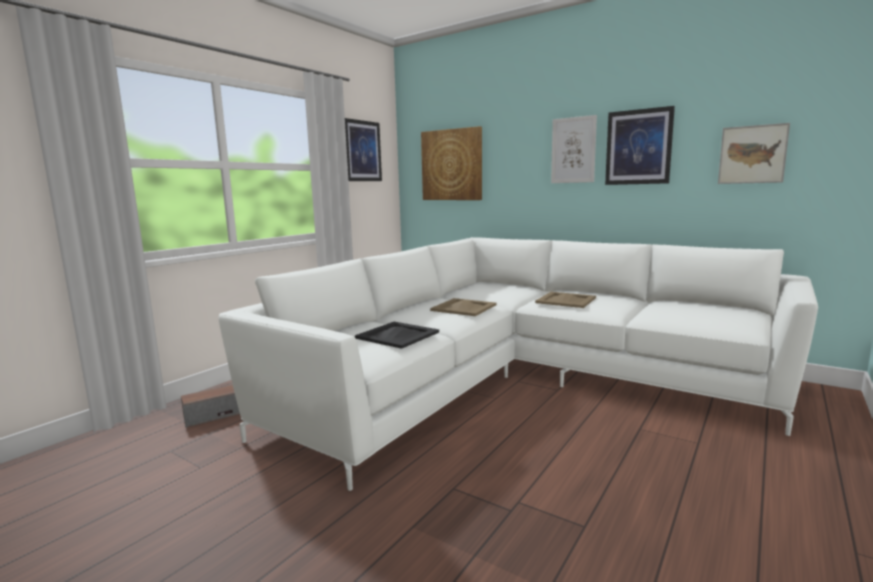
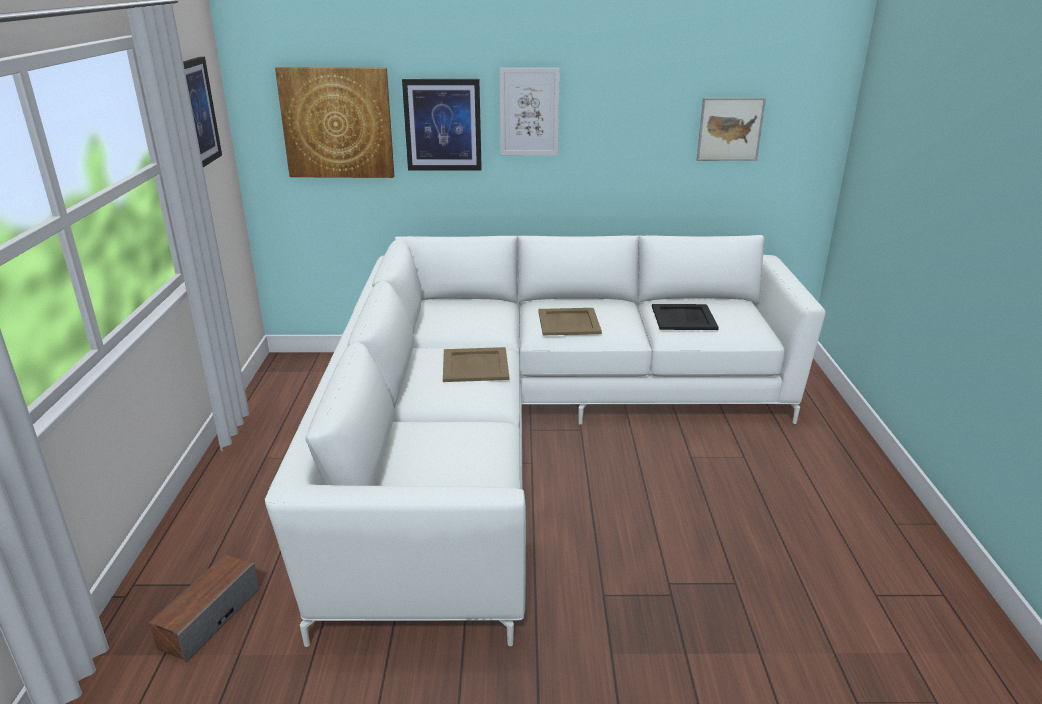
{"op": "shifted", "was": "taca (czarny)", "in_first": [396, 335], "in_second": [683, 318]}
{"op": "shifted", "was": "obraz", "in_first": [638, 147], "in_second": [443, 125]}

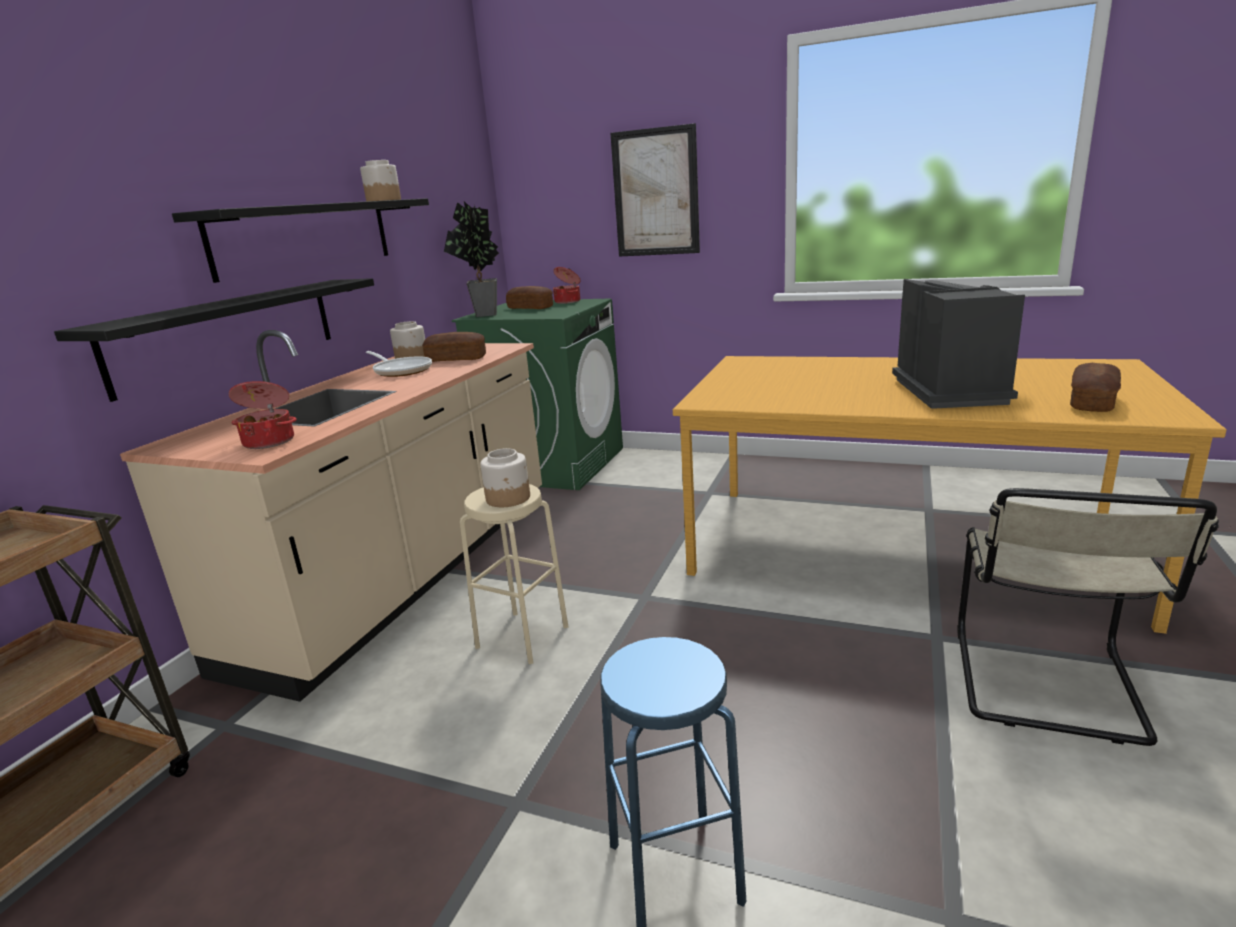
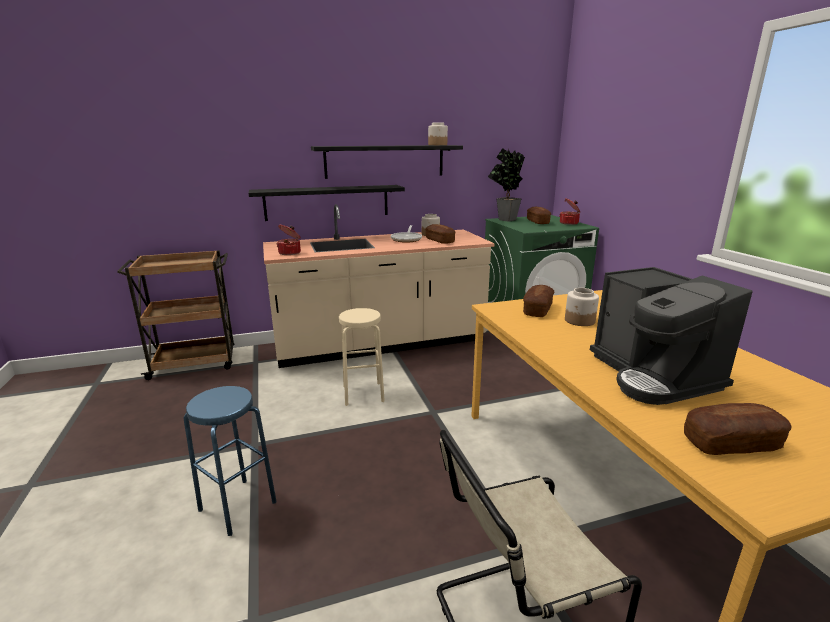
{"op": "gone", "was": "obraz", "in_first": [655, 193]}
{"op": "new", "now": "chleb", "in_second": [537, 309]}
{"op": "shifted", "was": "słoik", "in_first": [508, 498], "in_second": [579, 321]}
{"op": "rotated", "was": "ekspres do kawy", "in_first": [953, 391], "in_second": [653, 375], "clockwise": 105}

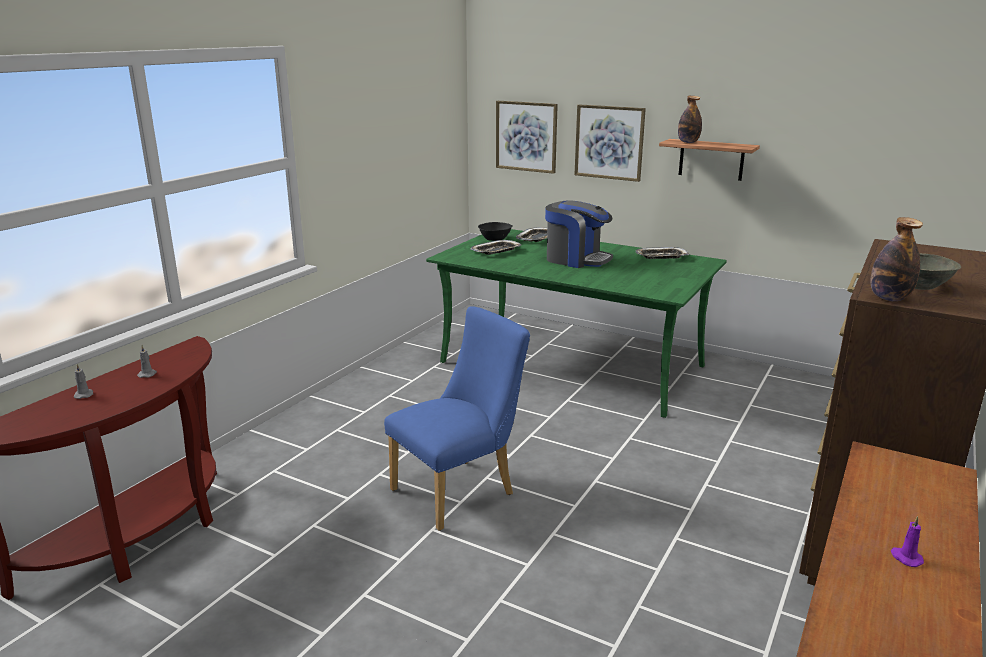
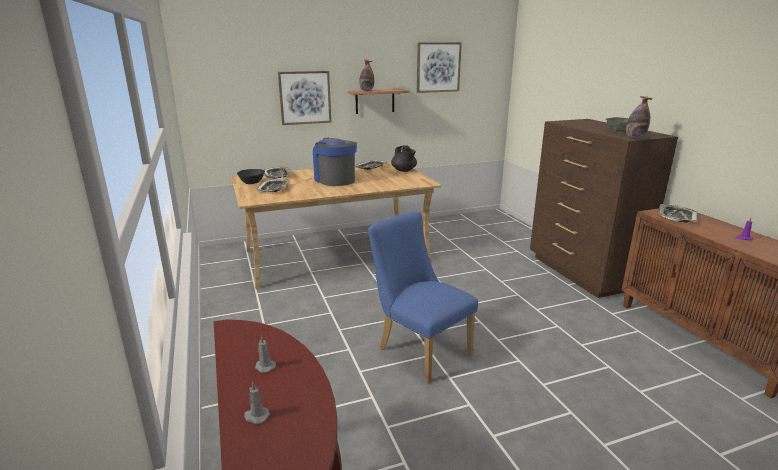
{"op": "new", "now": "imbryk (czarny)", "in_second": [404, 170]}
{"op": "new", "now": "taca", "in_second": [676, 217]}
{"op": "shifted", "was": "obraz", "in_first": [526, 136], "in_second": [438, 67]}
{"op": "repainted", "was": "stół jadalny (zielony)", "now": "stół jadalny (beżowy)", "in_first": [570, 364], "in_second": [336, 256]}
{"op": "rotated", "was": "krzesło (niebieski)", "in_first": [460, 490], "in_second": [419, 349], "clockwise": -45}
{"op": "rotated", "was": "ekspres do kawy", "in_first": [576, 259], "in_second": [334, 180], "clockwise": -105}

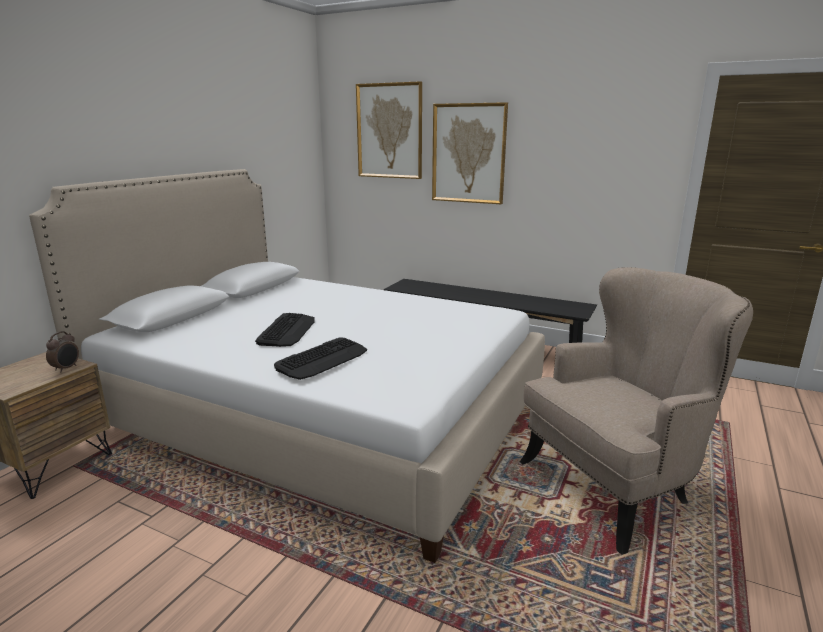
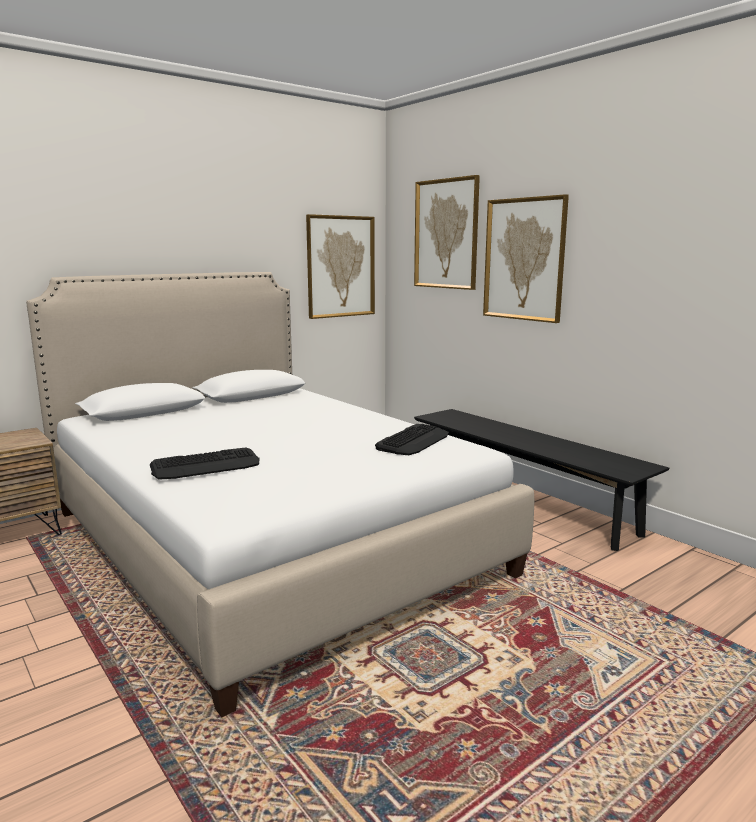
{"op": "gone", "was": "budzik", "in_first": [66, 368]}
{"op": "gone", "was": "fotel (beżowy)", "in_first": [615, 486]}
{"op": "new", "now": "obraz", "in_second": [340, 266]}
{"op": "shifted", "was": "klawiatura", "in_first": [287, 330], "in_second": [413, 441]}

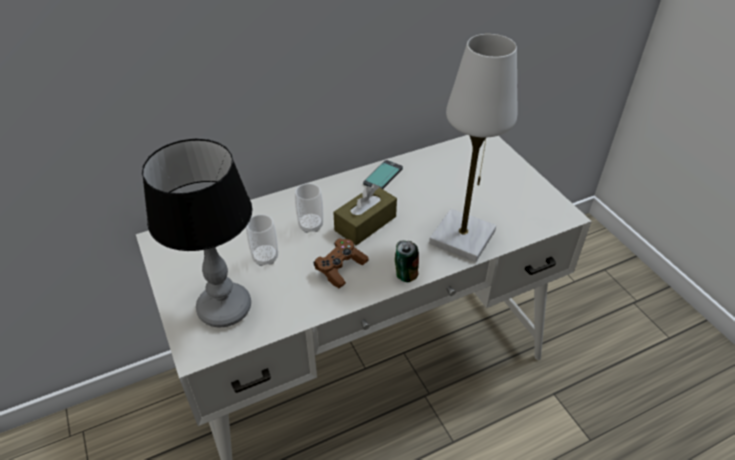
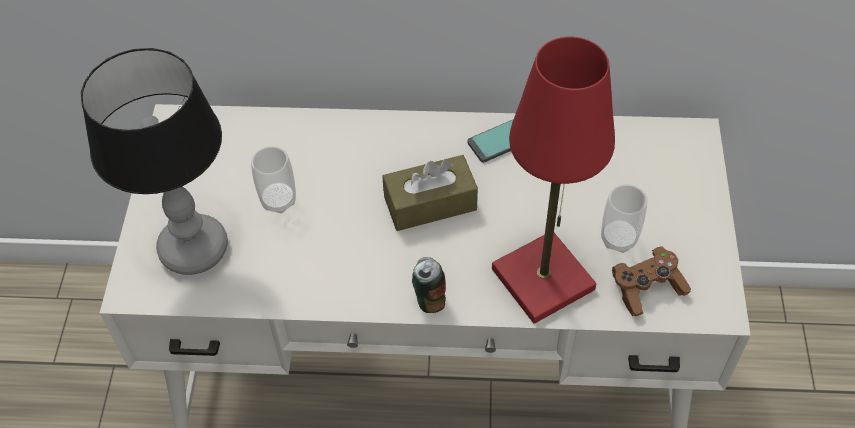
{"op": "shifted", "was": "filiżanka", "in_first": [311, 225], "in_second": [618, 239]}
{"op": "shifted", "was": "pad do gier (brązowy)", "in_first": [340, 269], "in_second": [647, 288]}
{"op": "repainted", "was": "lampa stołowa (biały)", "now": "lampa stołowa (czerwony)", "in_first": [462, 237], "in_second": [543, 279]}

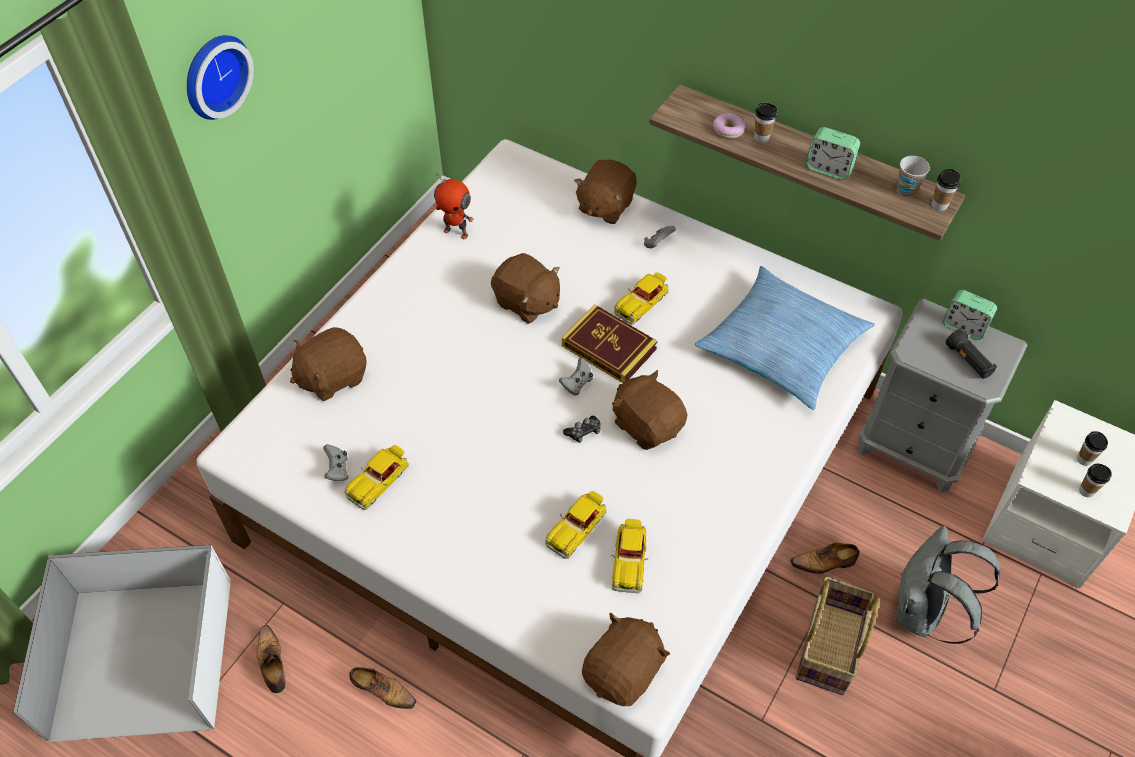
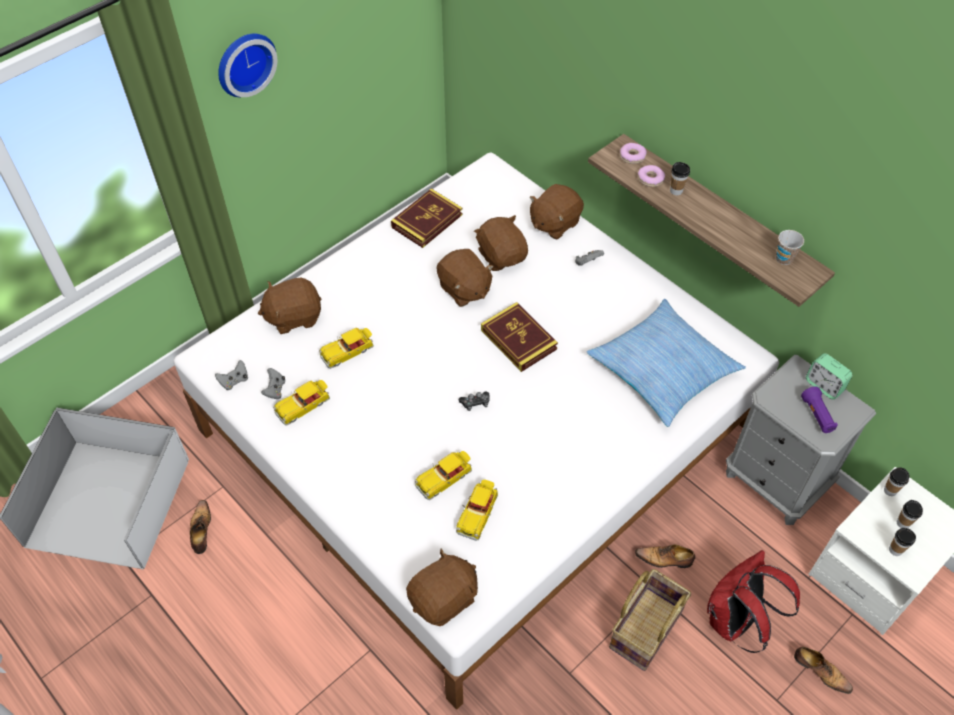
{"op": "gone", "was": "budzik", "in_first": [829, 168]}
{"op": "new", "now": "donut", "in_second": [632, 157]}
{"op": "shifted", "was": "but", "in_first": [383, 690], "in_second": [820, 671]}
{"op": "shifted", "was": "pad do gier (szary)", "in_first": [577, 384], "in_second": [234, 381]}
{"op": "shifted", "was": "pluszak (brązowy)", "in_first": [647, 424], "in_second": [502, 256]}
{"op": "shifted", "was": "samochodzik", "in_first": [642, 303], "in_second": [348, 351]}
{"op": "shifted", "was": "filiżanka", "in_first": [939, 205], "in_second": [890, 490]}
{"op": "swapped", "was": "robot zabawkowy", "now": "książka", "in_first": [456, 232], "in_second": [427, 221]}
{"op": "repainted", "was": "plecak (szary)", "now": "plecak (czerwony)", "in_first": [922, 613], "in_second": [735, 621]}
{"op": "repainted", "was": "latarka (czarny)", "now": "latarka (fioletowy)", "in_first": [968, 361], "in_second": [817, 416]}

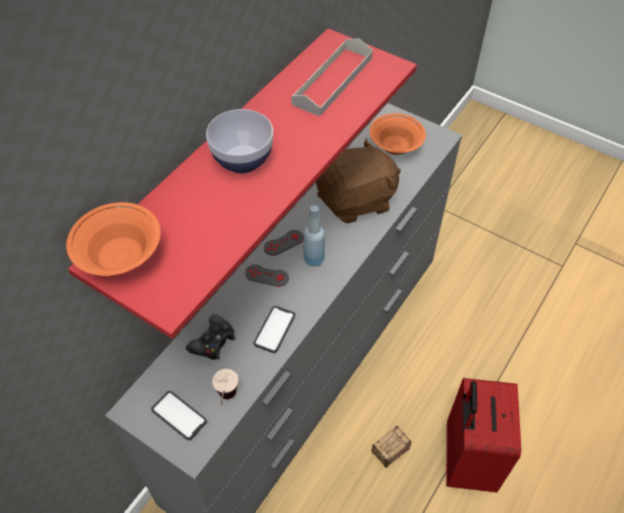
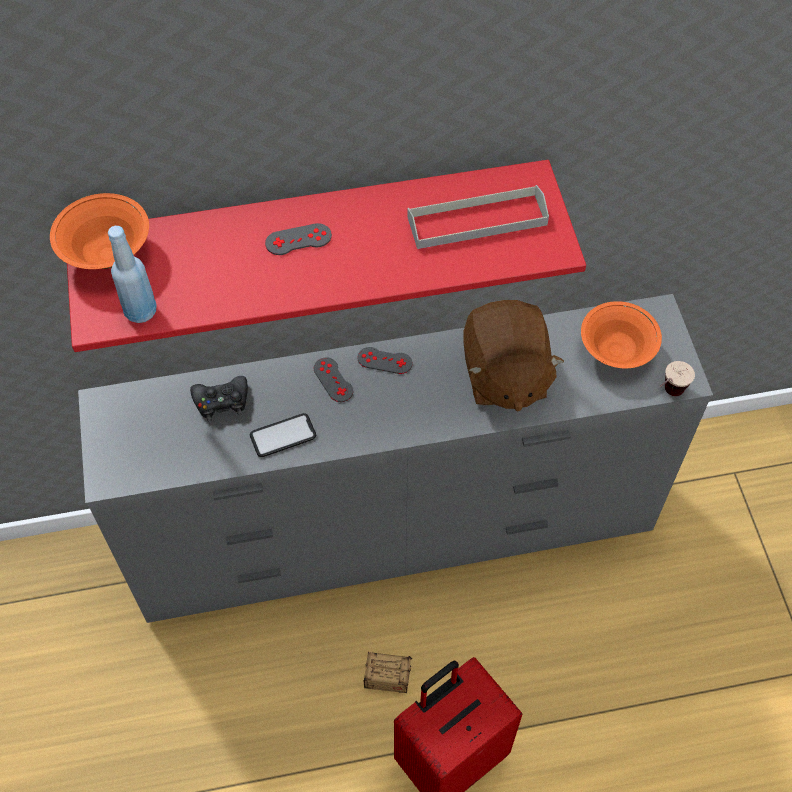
{"op": "gone", "was": "telefon", "in_first": [179, 415]}
{"op": "shifted", "was": "filiżanka", "in_first": [227, 401], "in_second": [667, 396]}
{"op": "shifted", "was": "butelka (niebieski)", "in_first": [314, 259], "in_second": [140, 311]}
{"op": "swapped", "was": "miska", "now": "pad do gier (szary)", "in_first": [242, 160], "in_second": [298, 240]}
{"op": "rotated", "was": "pluszak (brązowy)", "in_first": [356, 201], "in_second": [504, 375], "clockwise": 60}

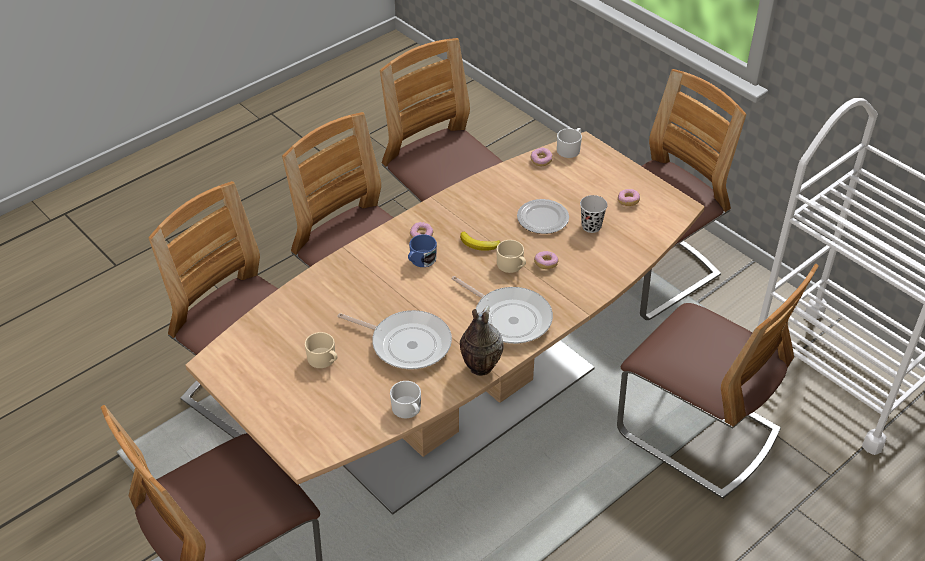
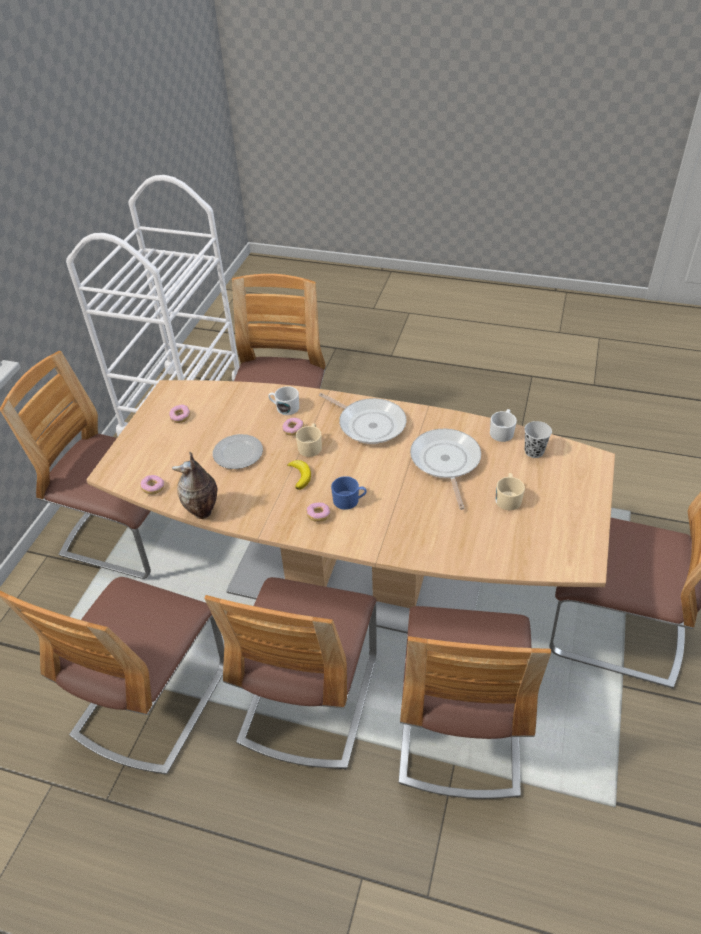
{"op": "shifted", "was": "wazon", "in_first": [479, 368], "in_second": [203, 512]}
{"op": "shifted", "was": "kubek (biały)", "in_first": [570, 149], "in_second": [284, 408]}
{"op": "shifted", "was": "filiżanka (czarny)", "in_first": [591, 226], "in_second": [534, 451]}
{"op": "rotated", "was": "patelnia", "in_first": [509, 318], "in_second": [369, 424], "clockwise": 120}

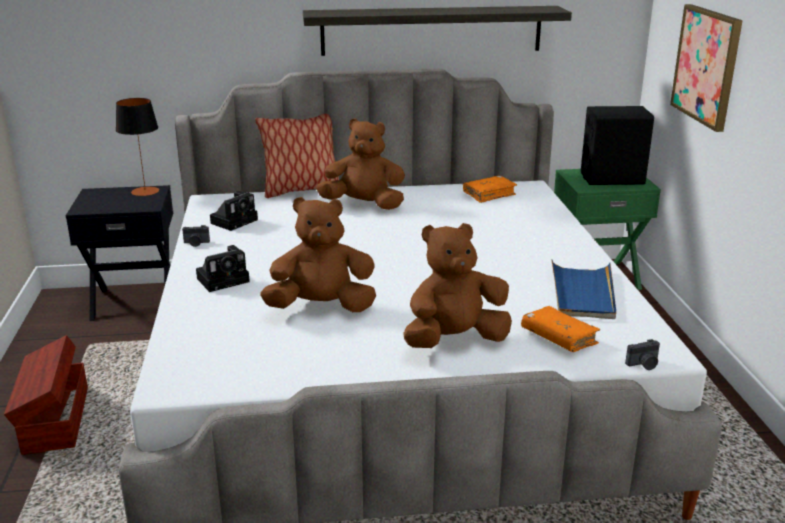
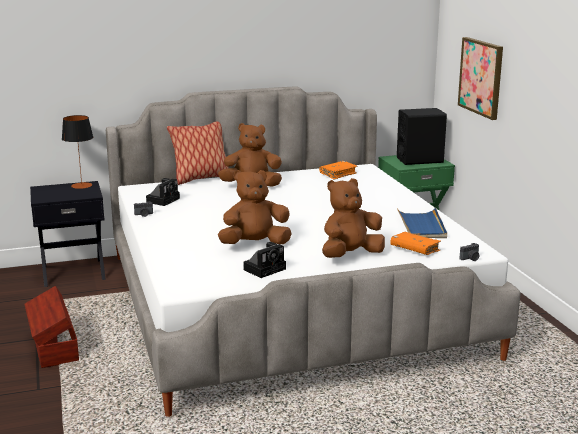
{"op": "gone", "was": "półka", "in_first": [431, 30]}
{"op": "shifted", "was": "aparat fotograficzny", "in_first": [225, 279], "in_second": [265, 269]}

